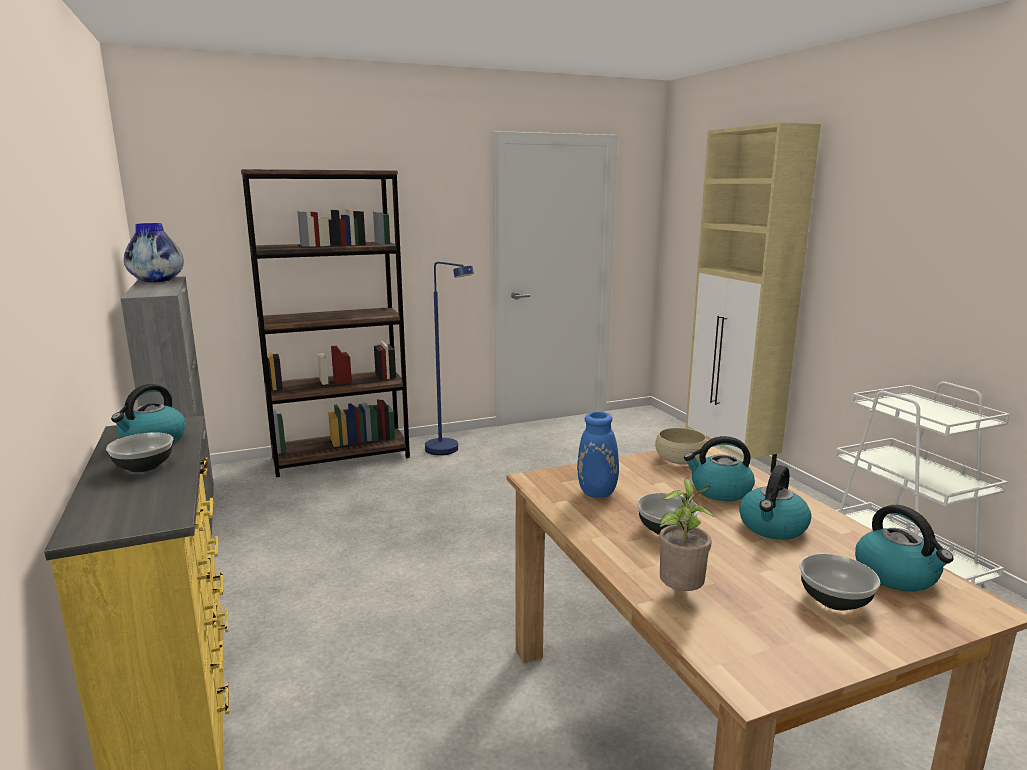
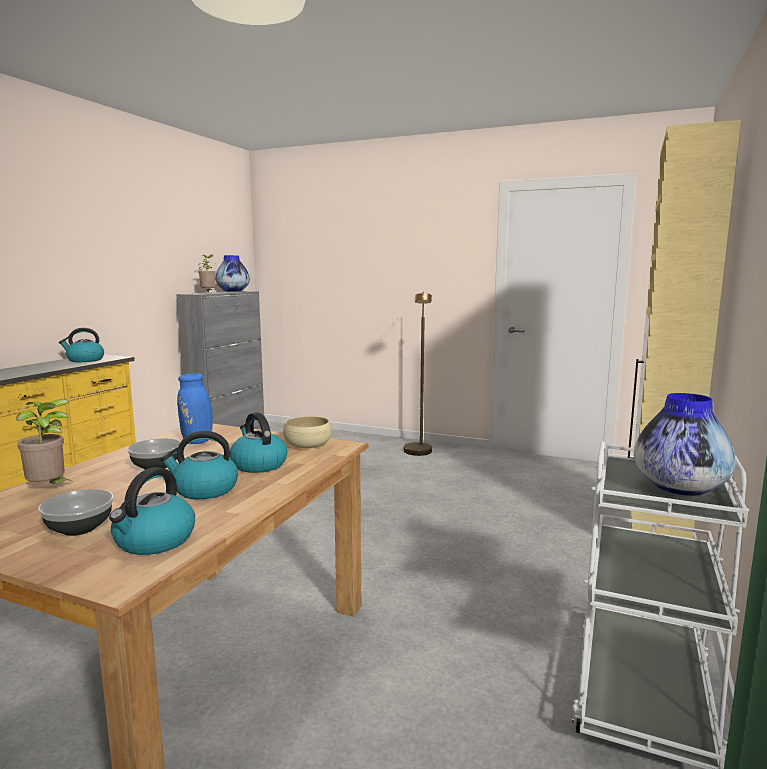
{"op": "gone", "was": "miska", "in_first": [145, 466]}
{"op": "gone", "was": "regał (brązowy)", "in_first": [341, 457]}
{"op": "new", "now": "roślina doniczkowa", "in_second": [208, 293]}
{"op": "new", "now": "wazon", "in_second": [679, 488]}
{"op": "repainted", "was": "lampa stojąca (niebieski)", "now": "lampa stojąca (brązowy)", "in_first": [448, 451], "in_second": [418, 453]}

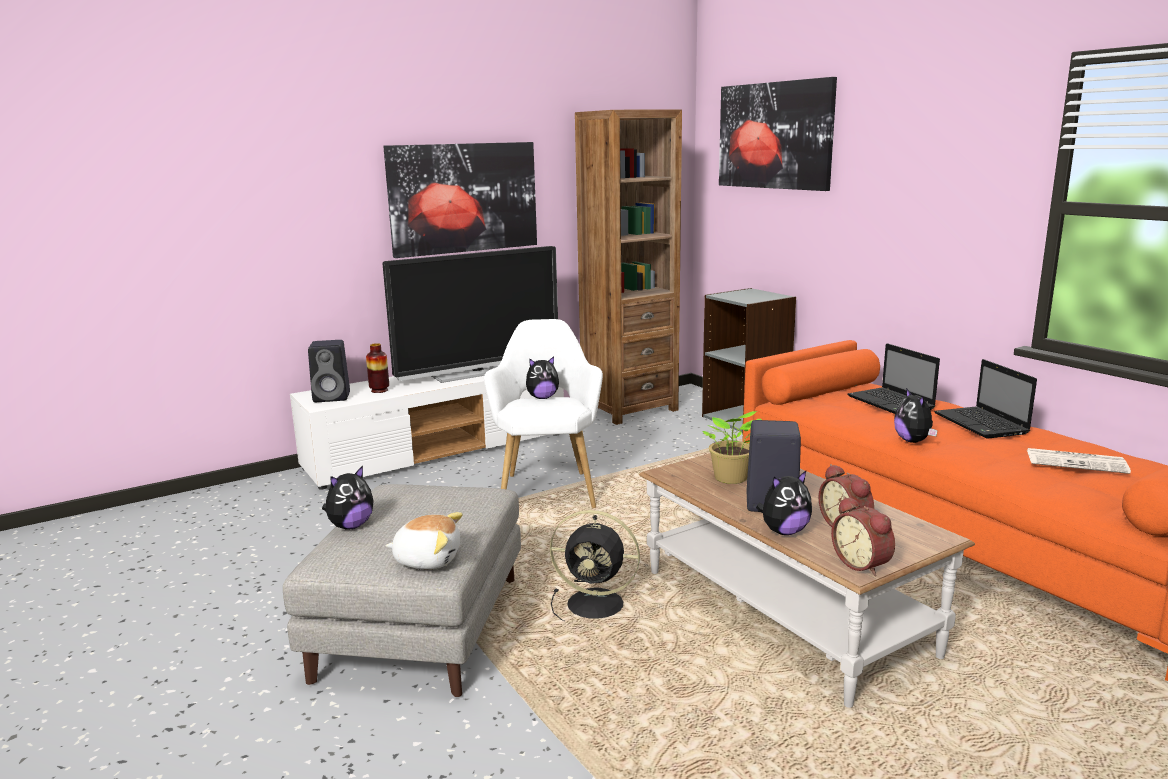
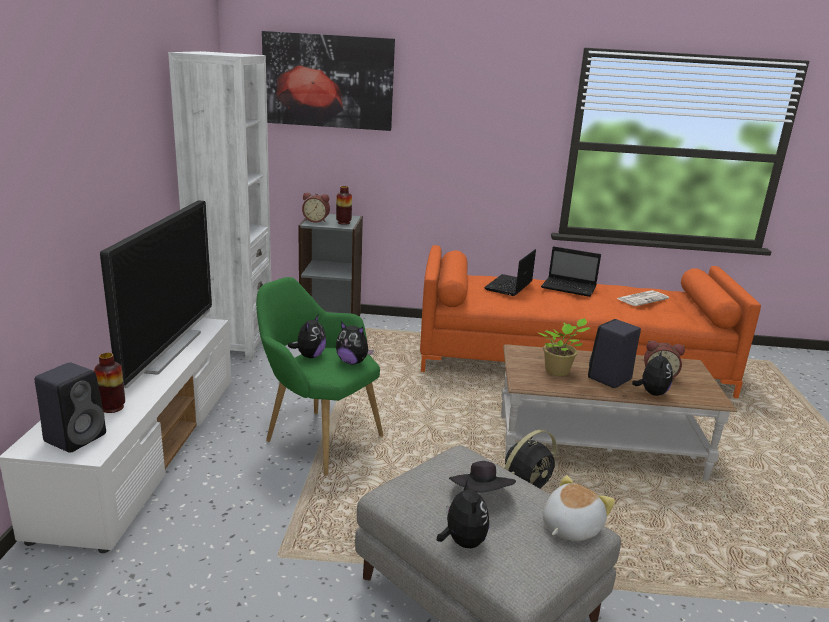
{"op": "gone", "was": "obraz", "in_first": [463, 198]}
{"op": "new", "now": "wazon", "in_second": [343, 223]}
{"op": "new", "now": "kapelusz (czarny)", "in_second": [481, 495]}
{"op": "shifted", "was": "budzik", "in_first": [863, 564], "in_second": [316, 220]}
{"op": "shifted", "was": "pluszak", "in_first": [913, 441], "in_second": [352, 362]}
{"op": "repainted", "was": "fotel (biały)", "now": "fotel (zielony)", "in_first": [547, 488], "in_second": [317, 437]}
{"op": "repainted", "was": "regał (brązowy)", "now": "regał (biały)", "in_first": [629, 409], "in_second": [233, 342]}
{"op": "rotated", "was": "laptop", "in_first": [892, 403], "in_second": [508, 286], "clockwise": 105}

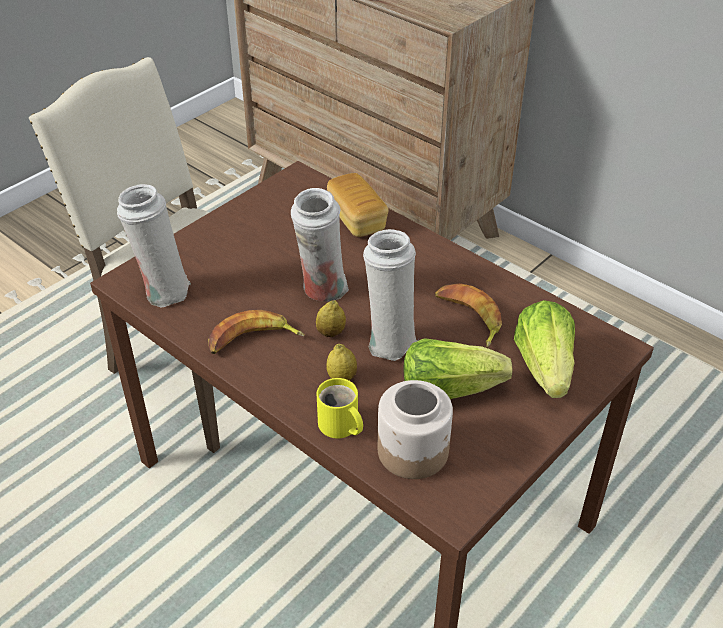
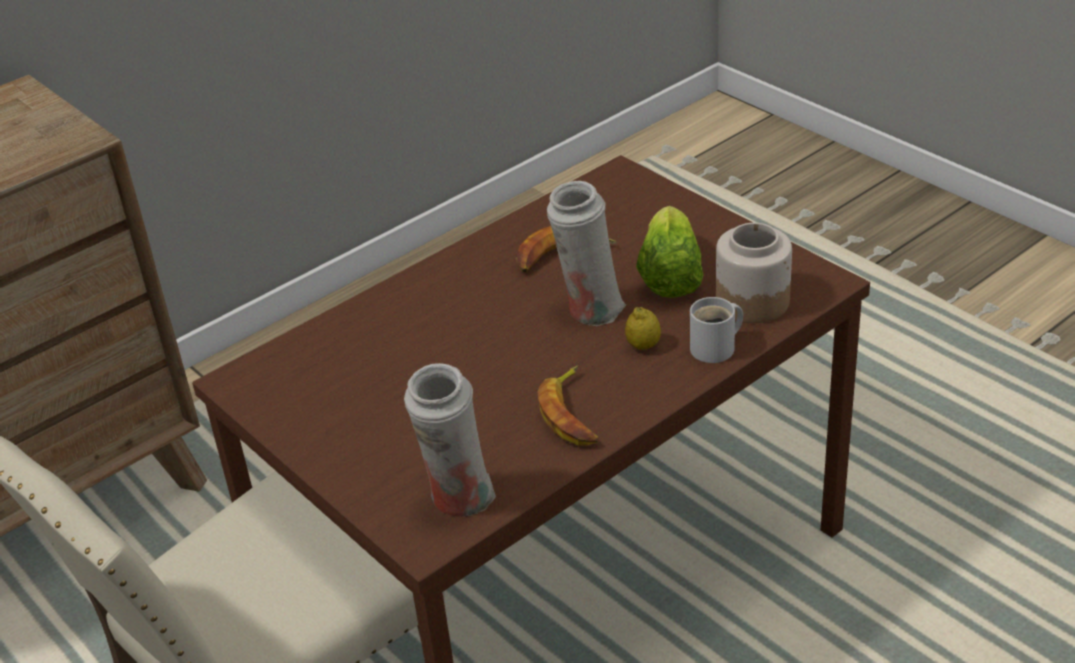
{"op": "gone", "was": "wazon (biały)", "in_first": [322, 290]}
{"op": "gone", "was": "cytryna", "in_first": [331, 333]}
{"op": "gone", "was": "chleb", "in_first": [357, 219]}
{"op": "gone", "was": "sałata", "in_first": [544, 367]}
{"op": "repainted", "was": "kubek (żółty)", "now": "kubek (biały)", "in_first": [339, 426], "in_second": [717, 348]}

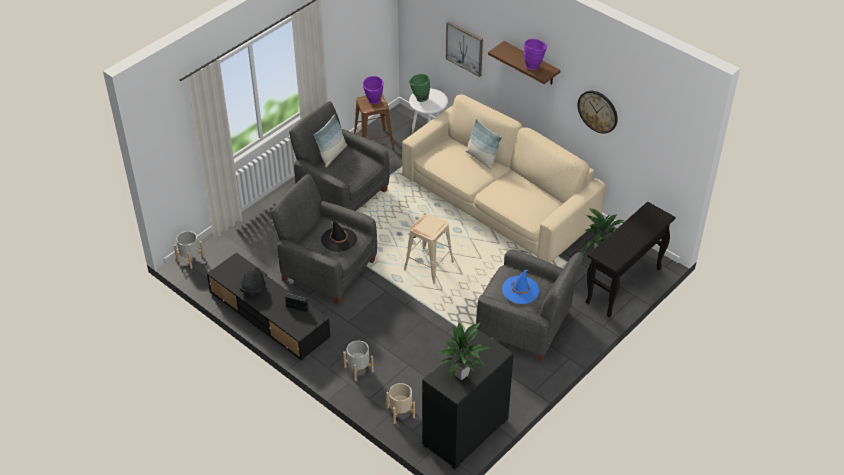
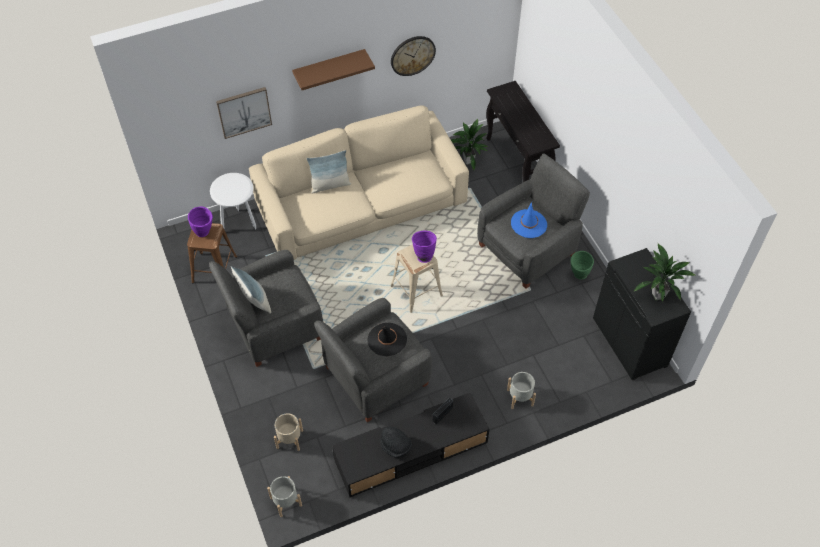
{"op": "shifted", "was": "donica (beżowy)", "in_first": [400, 412], "in_second": [289, 439]}
{"op": "shifted", "was": "wazon (zielony)", "in_first": [419, 98], "in_second": [578, 276]}
{"op": "shifted", "was": "wazon (fioletowy)", "in_first": [533, 65], "in_second": [423, 255]}

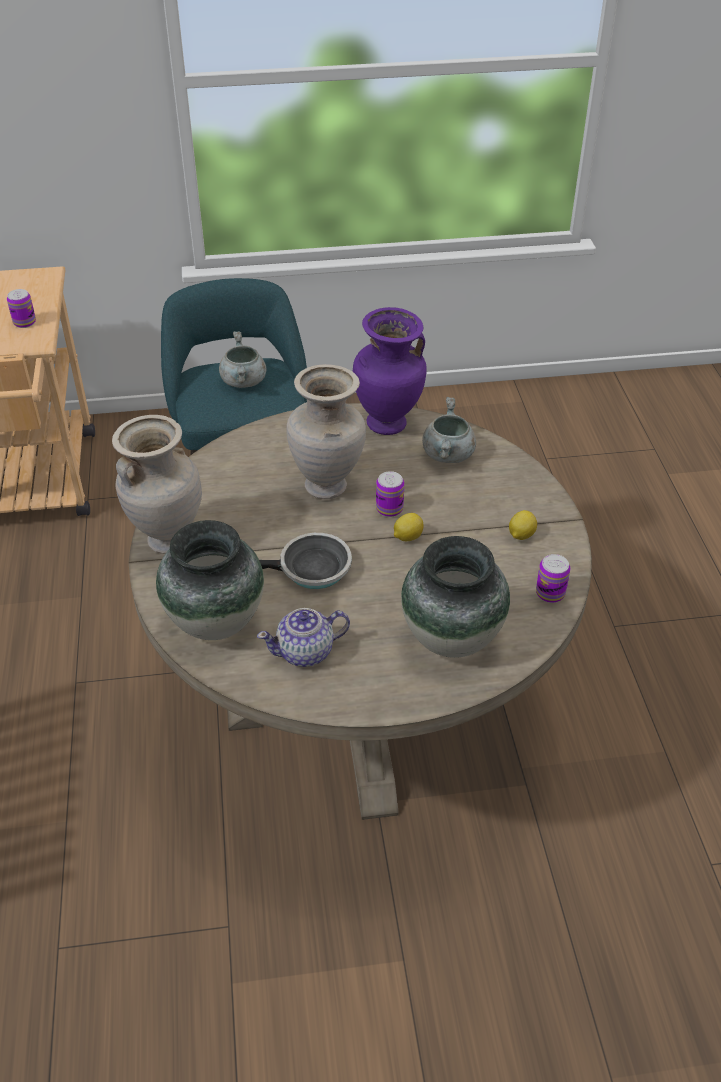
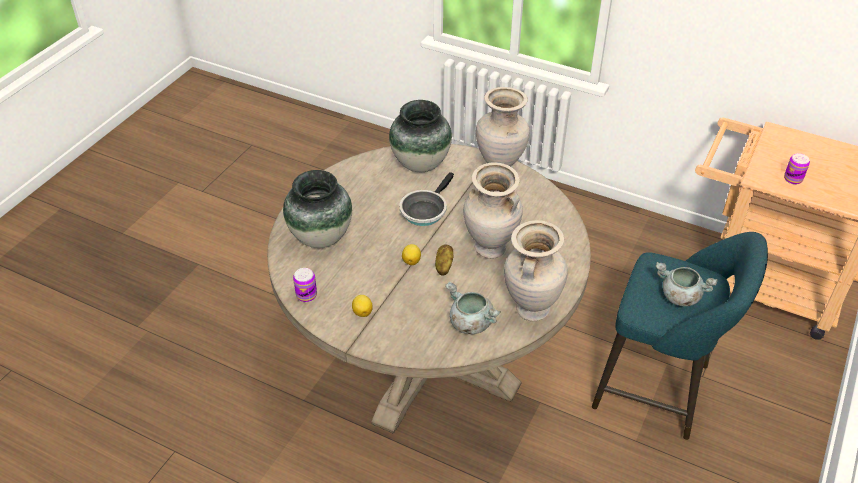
{"op": "gone", "was": "imbryk", "in_first": [306, 652]}
{"op": "swapped", "was": "puszka", "now": "ziemniak", "in_first": [389, 509], "in_second": [443, 266]}
{"op": "repainted", "was": "wazon (fioletowy)", "now": "wazon (beżowy)", "in_first": [387, 425], "in_second": [531, 309]}

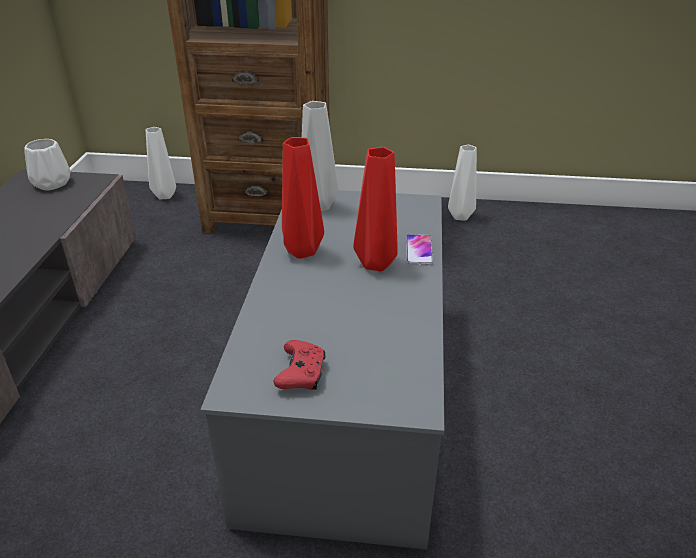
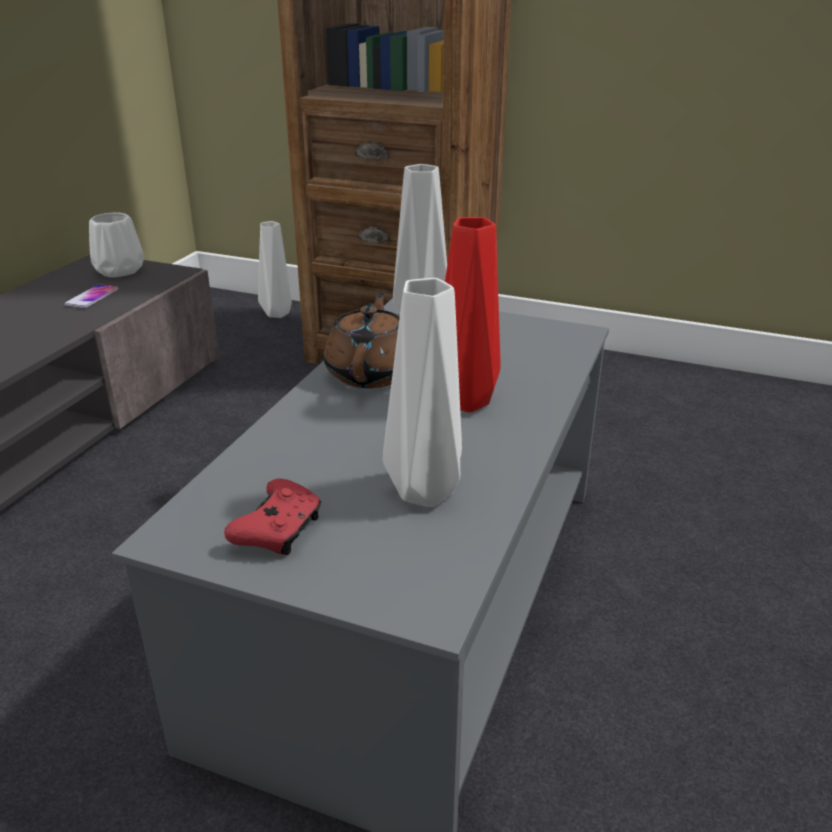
{"op": "shifted", "was": "telefon", "in_first": [419, 250], "in_second": [92, 297]}
{"op": "shifted", "was": "wazon (biały)", "in_first": [460, 217], "in_second": [424, 494]}
{"op": "swapped", "was": "wazon (czerwony)", "now": "imbryk (brązowy)", "in_first": [304, 251], "in_second": [371, 373]}

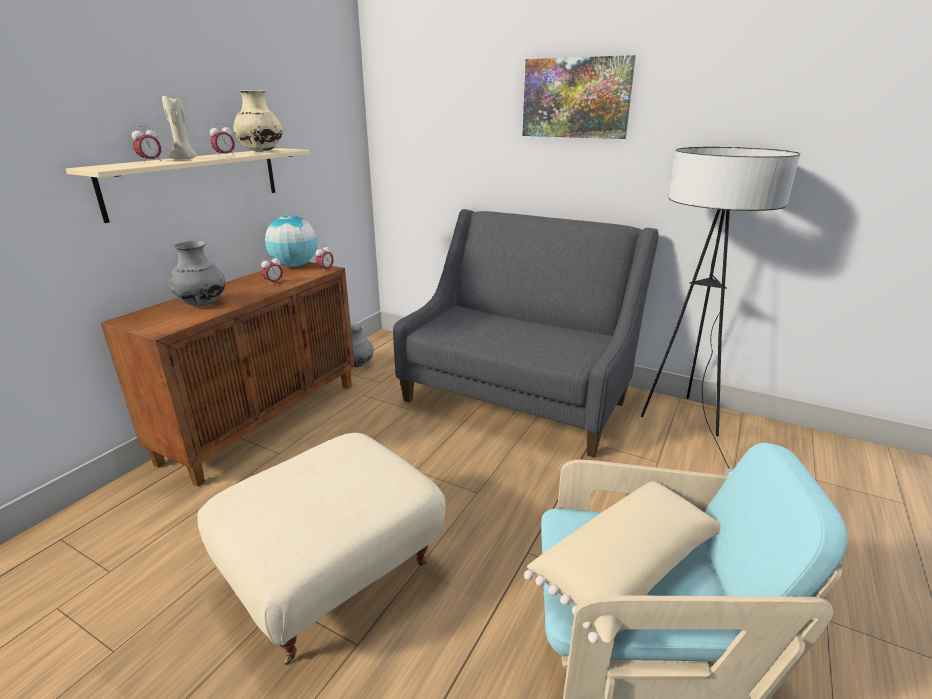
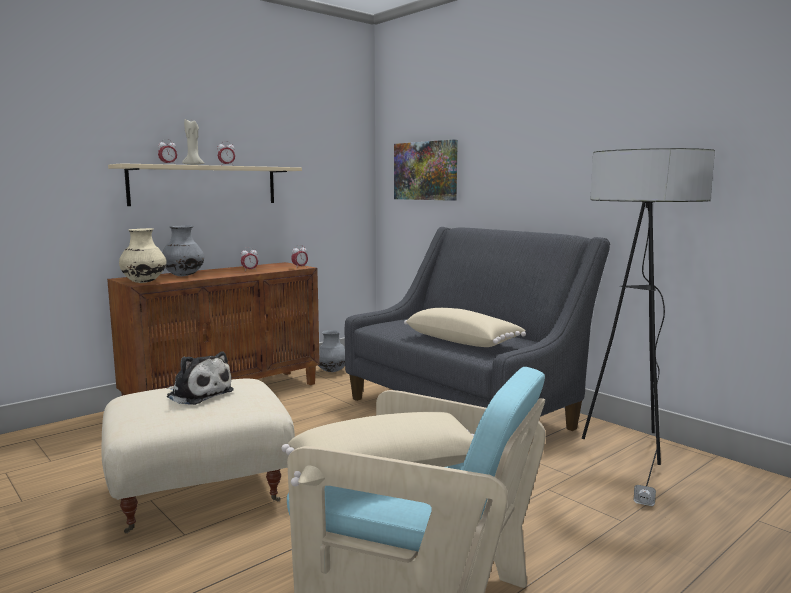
{"op": "gone", "was": "globus", "in_first": [295, 265]}
{"op": "new", "now": "pluszak", "in_second": [198, 394]}
{"op": "new", "now": "poduszka (beżowy)", "in_second": [463, 341]}
{"op": "shifted", "was": "wazon (beżowy)", "in_first": [261, 151], "in_second": [144, 282]}
{"op": "shifted", "was": "obraz", "in_first": [576, 98], "in_second": [425, 171]}

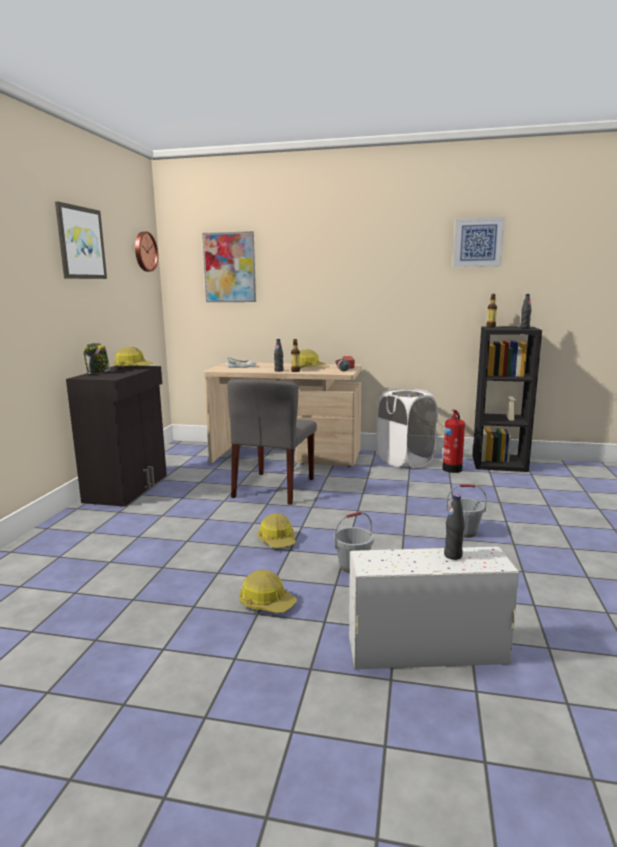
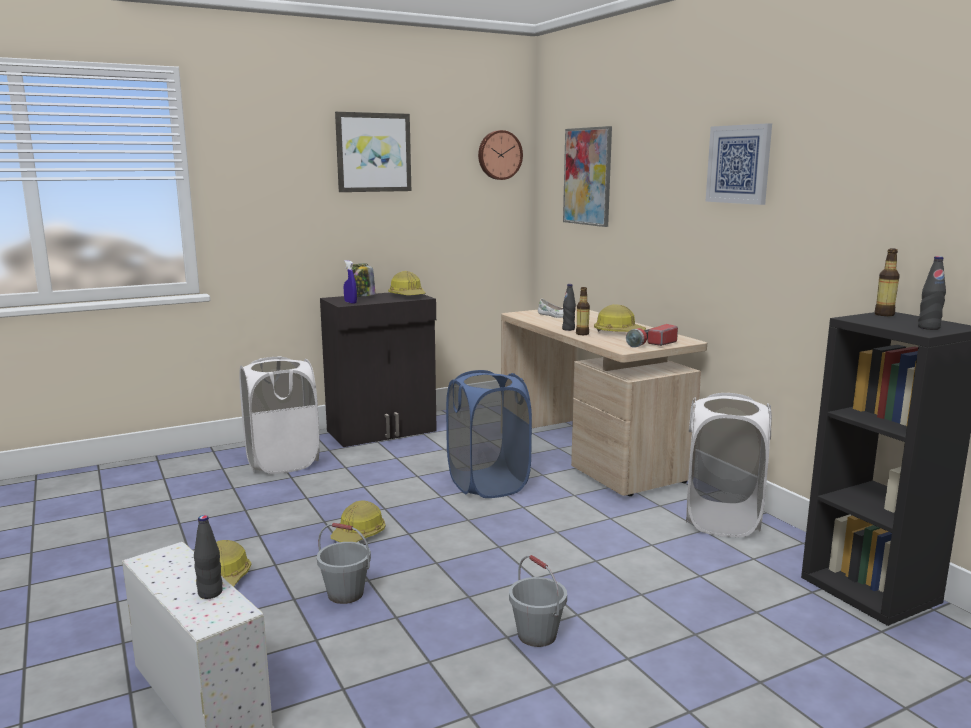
{"op": "gone", "was": "gaśnica", "in_first": [453, 469]}
{"op": "new", "now": "kosz na pranie (biały)", "in_second": [282, 462]}
{"op": "new", "now": "spryskiwacz (niebieski)", "in_second": [350, 302]}
{"op": "shifted", "was": "obraz", "in_first": [478, 242], "in_second": [739, 164]}
{"op": "swapped", "was": "krzesło (szary)", "now": "kosz na pranie (niebieski)", "in_first": [274, 488], "in_second": [487, 484]}

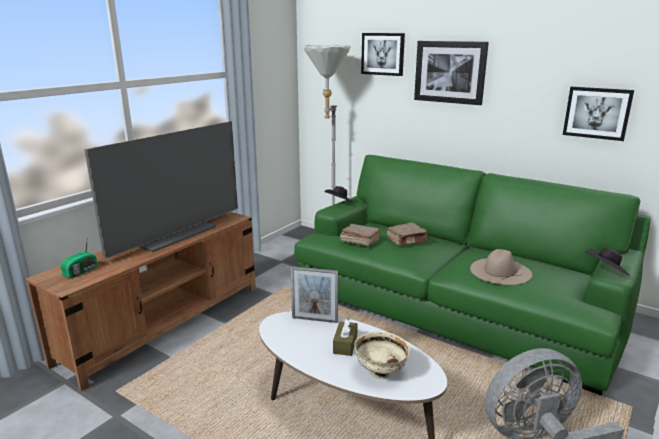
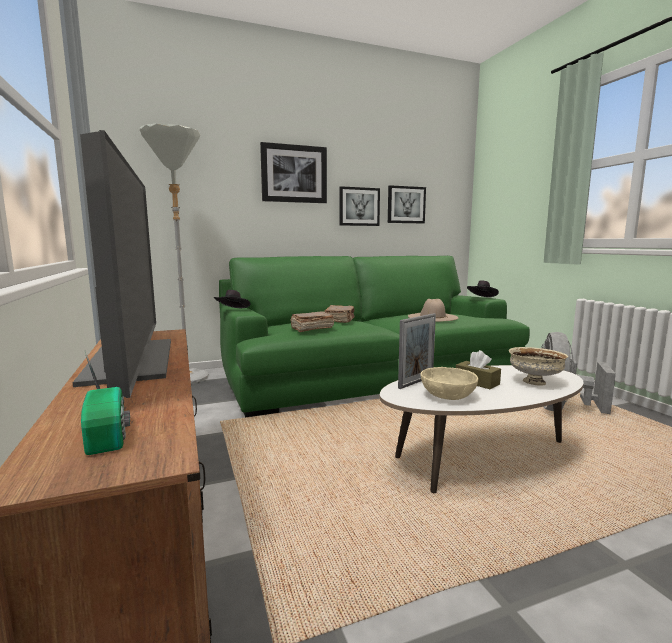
{"op": "new", "now": "miska (beżowy)", "in_second": [447, 396]}
{"op": "shifted", "was": "obraz", "in_first": [383, 54], "in_second": [359, 206]}

